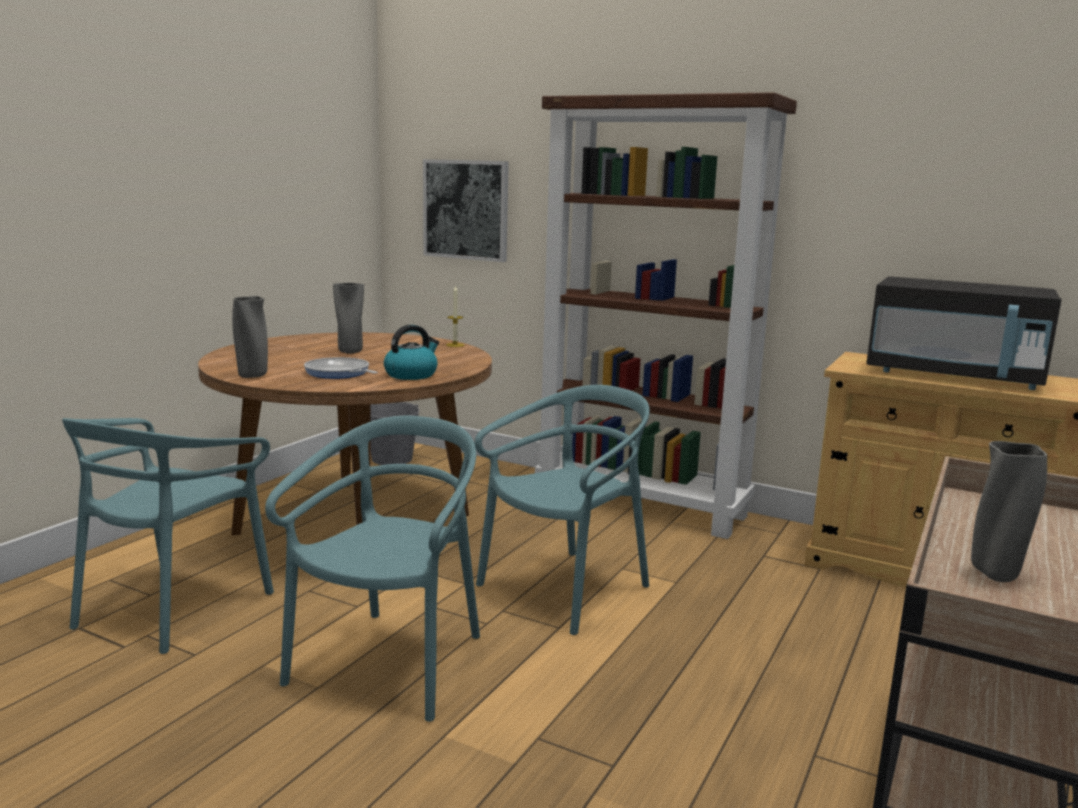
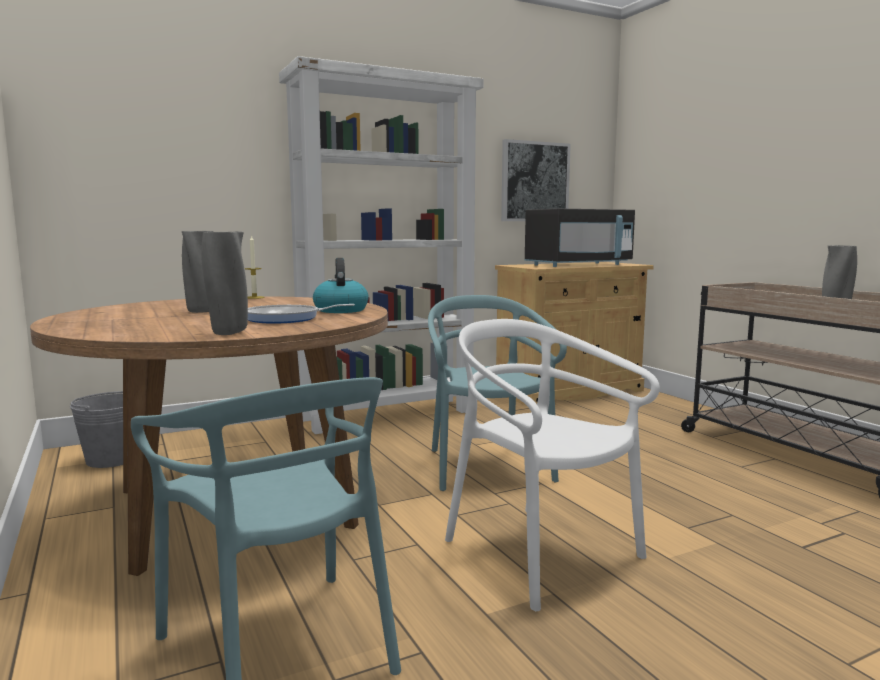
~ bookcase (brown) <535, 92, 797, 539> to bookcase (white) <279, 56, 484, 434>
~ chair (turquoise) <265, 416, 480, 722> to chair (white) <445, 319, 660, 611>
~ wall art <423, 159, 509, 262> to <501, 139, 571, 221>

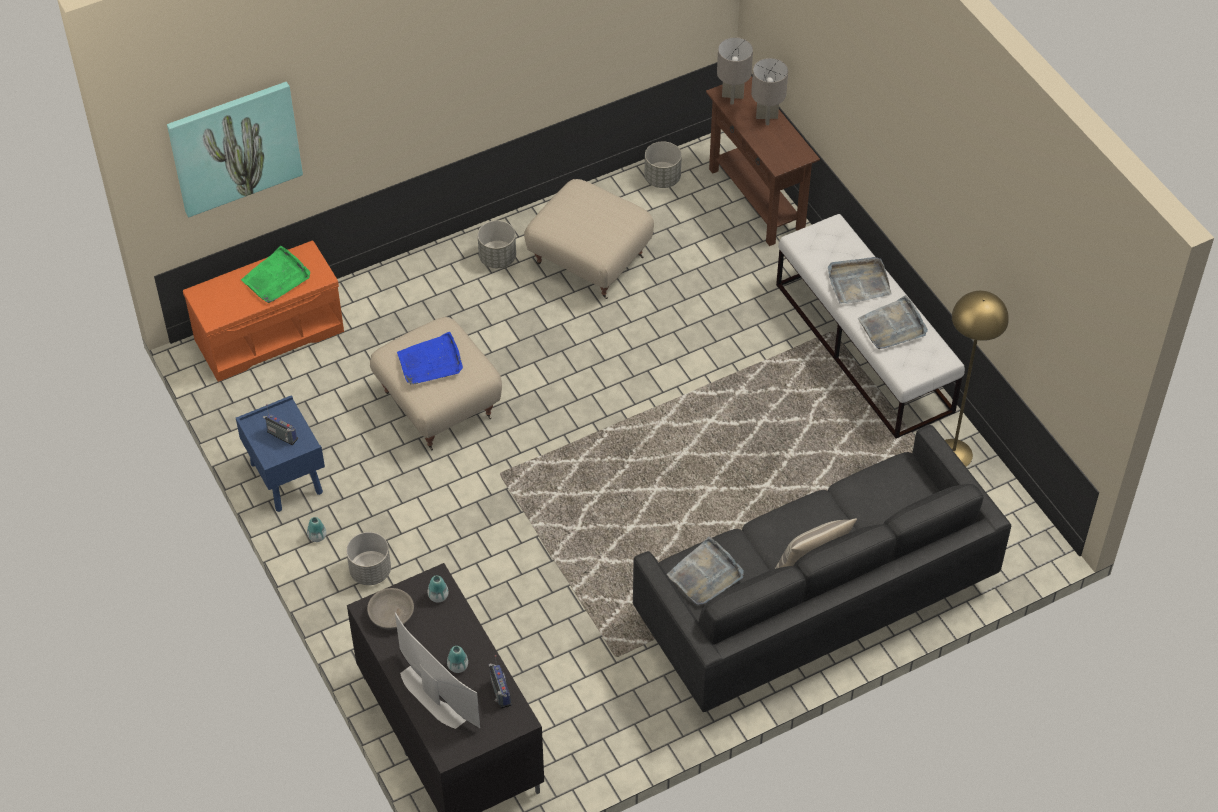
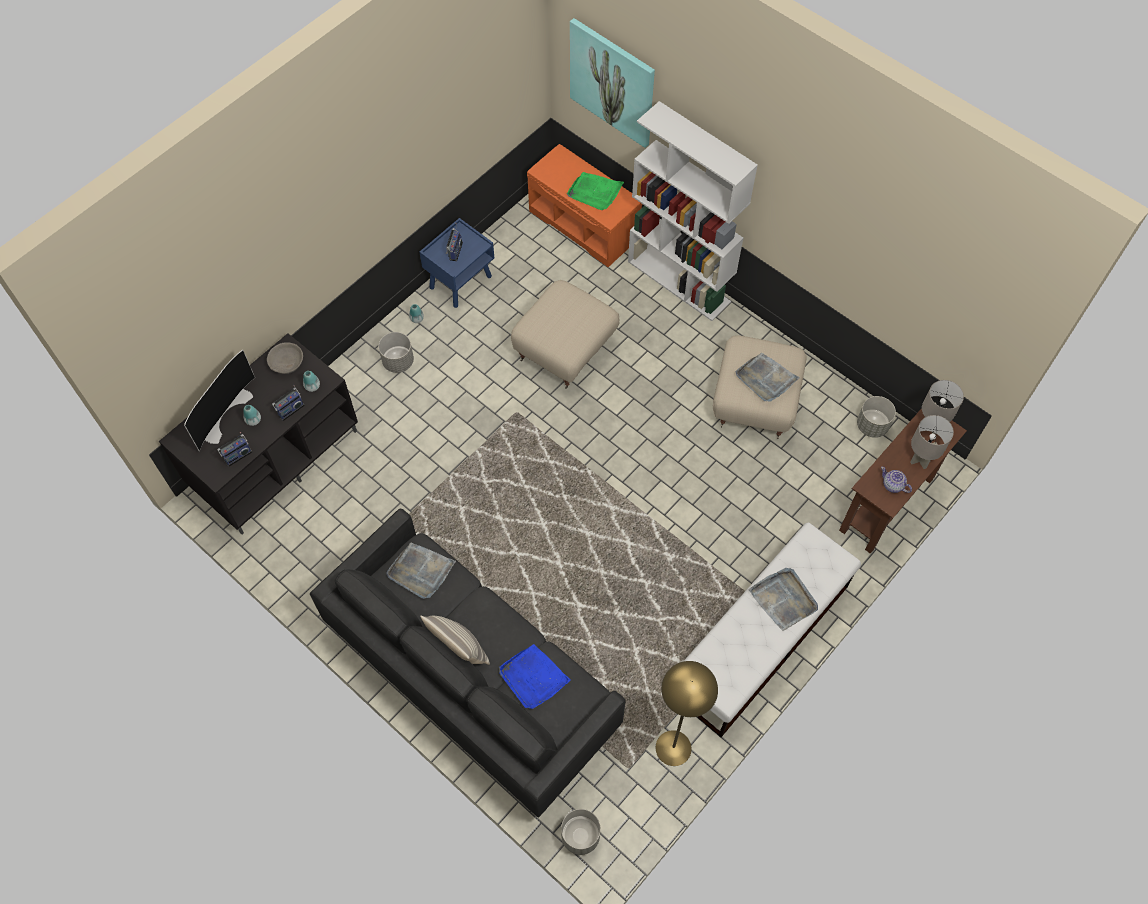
+ radio set <272, 385, 305, 421>
~ tray (blue-coloured) <397, 331, 463, 385> to <499, 644, 571, 709>
~ planter (grey) <478, 220, 516, 268> to <561, 809, 601, 855>
+ bookcase (white) <628, 101, 758, 321>
~ tray (grey) <858, 295, 928, 349> to <736, 353, 800, 401>
+ tea pot <881, 467, 912, 493>

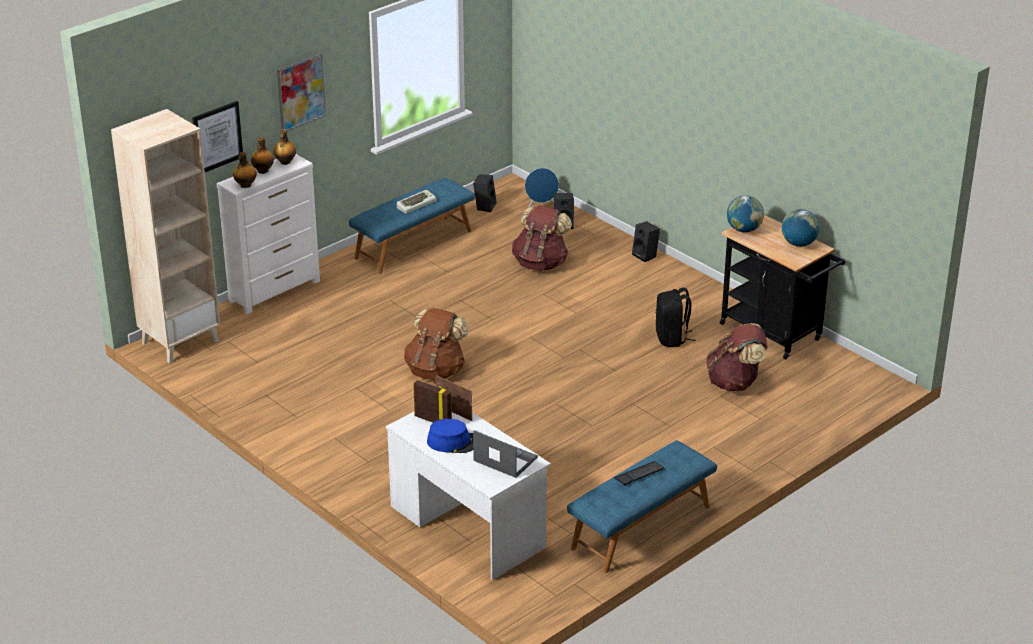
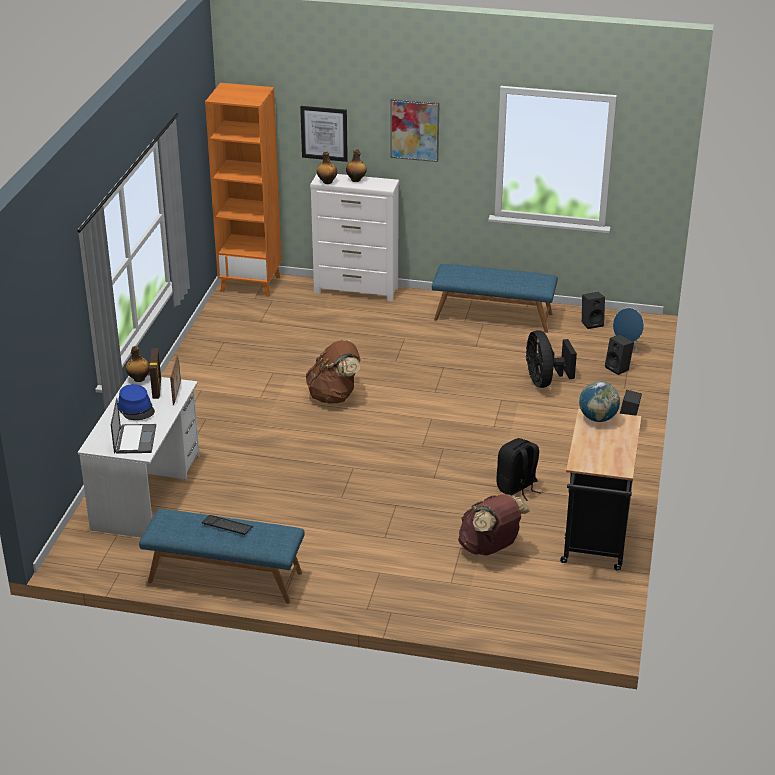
~ drink bottle <273, 129, 296, 165> to <126, 346, 150, 382>
~ bookcase (beige-coloured) <111, 109, 220, 364> to bookcase (orange-coloured) <205, 83, 282, 297>
~ backpack (brown) <512, 205, 572, 271> to cooling fan (blackish) <526, 330, 577, 388>
- keyboard <397, 190, 436, 214>
- desk globe <782, 209, 819, 247>

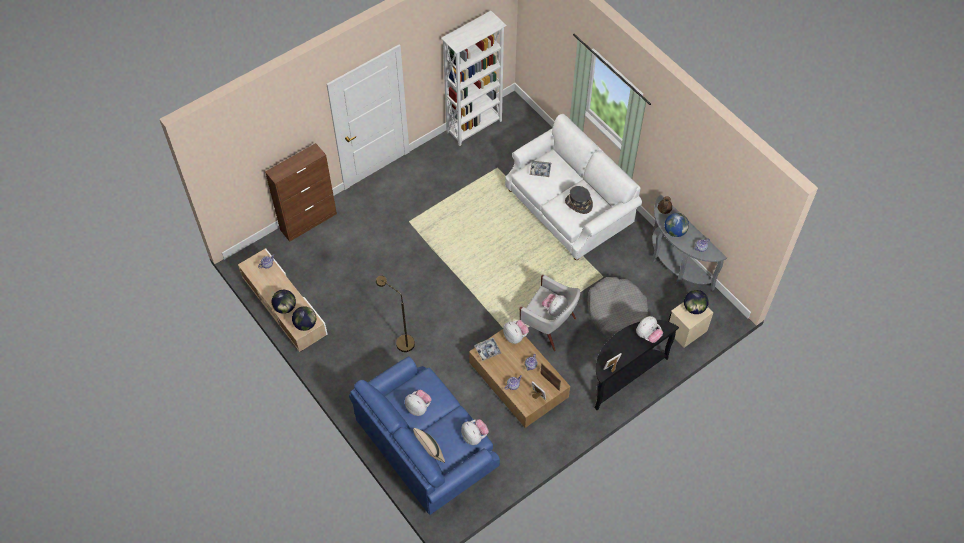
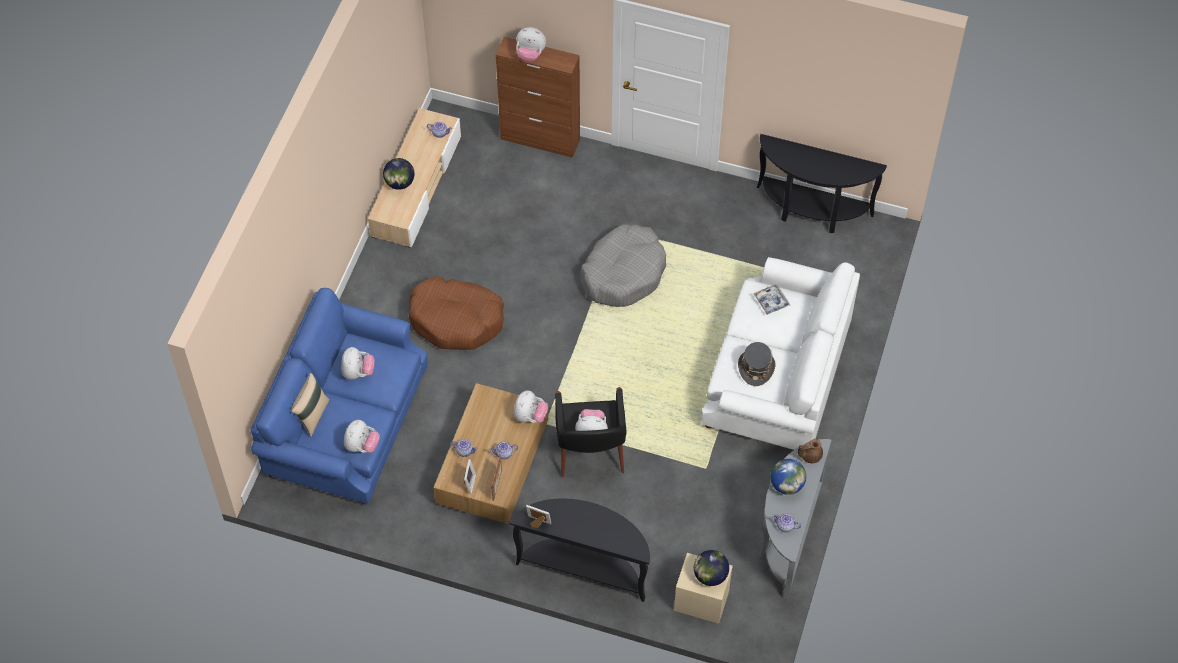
~ standard lamp (brown) <376, 276, 415, 352> to pet bed (brown) <408, 276, 504, 350>
~ soft toy <636, 316, 663, 343> to <516, 27, 546, 62>
~ lounge chair (white) <520, 275, 580, 351> to lounge chair (blackish) <555, 387, 627, 477>
~ pet bed (grey) <587, 277, 648, 340> to <580, 224, 666, 307>
~ bookcase (white) <441, 11, 507, 146> to narrow table (blackish) <757, 134, 887, 233>
- desk globe <292, 306, 316, 331>
- tray <474, 338, 502, 361>

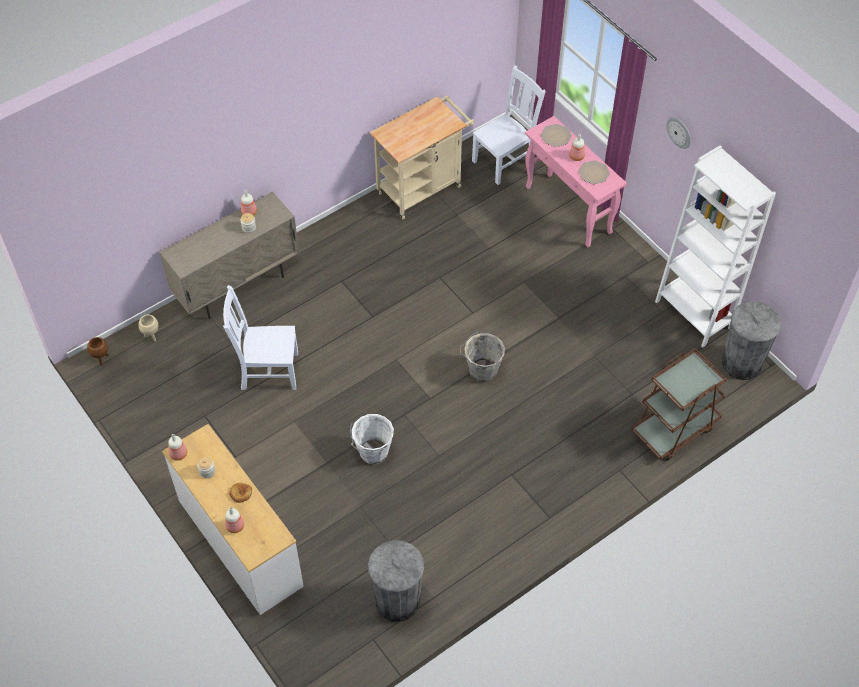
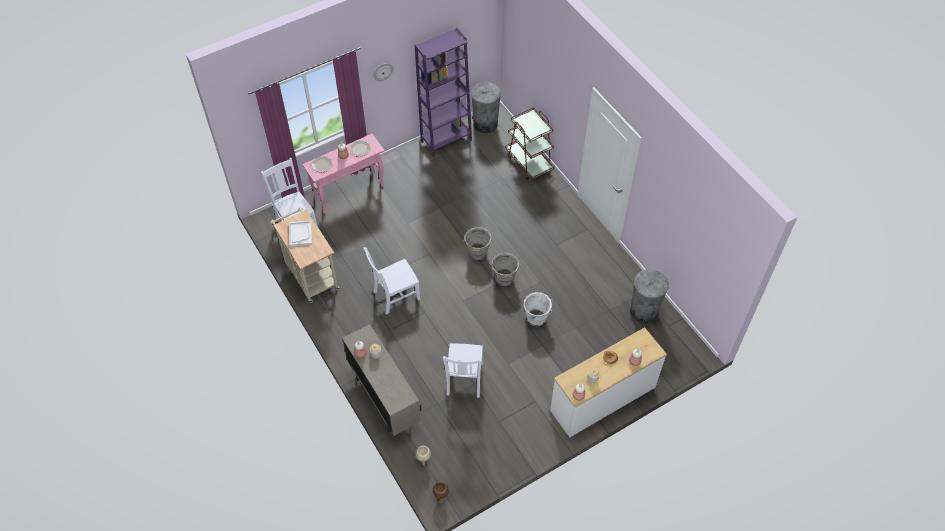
+ tray (white) <289, 221, 312, 246>
+ chair (white) <363, 247, 420, 314>
~ bookcase (white) <655, 145, 776, 348> to bookcase (purplish) <415, 27, 472, 158>
+ water bucket (grey) <491, 253, 520, 286>

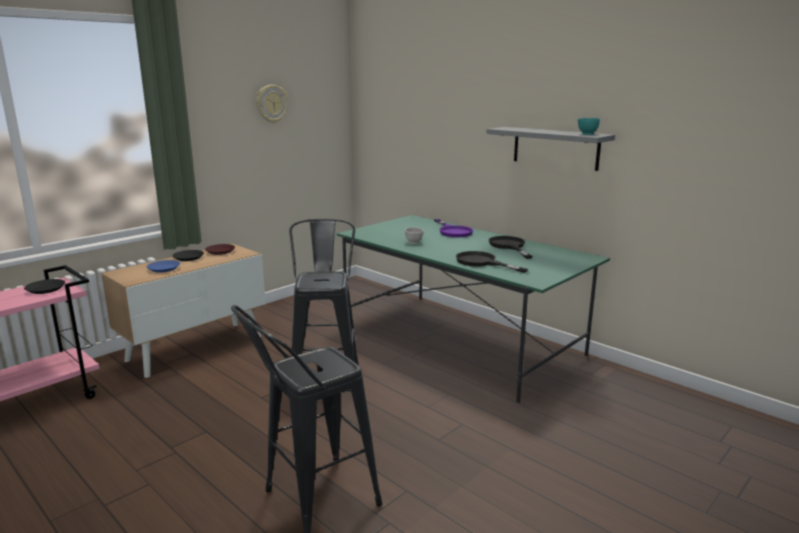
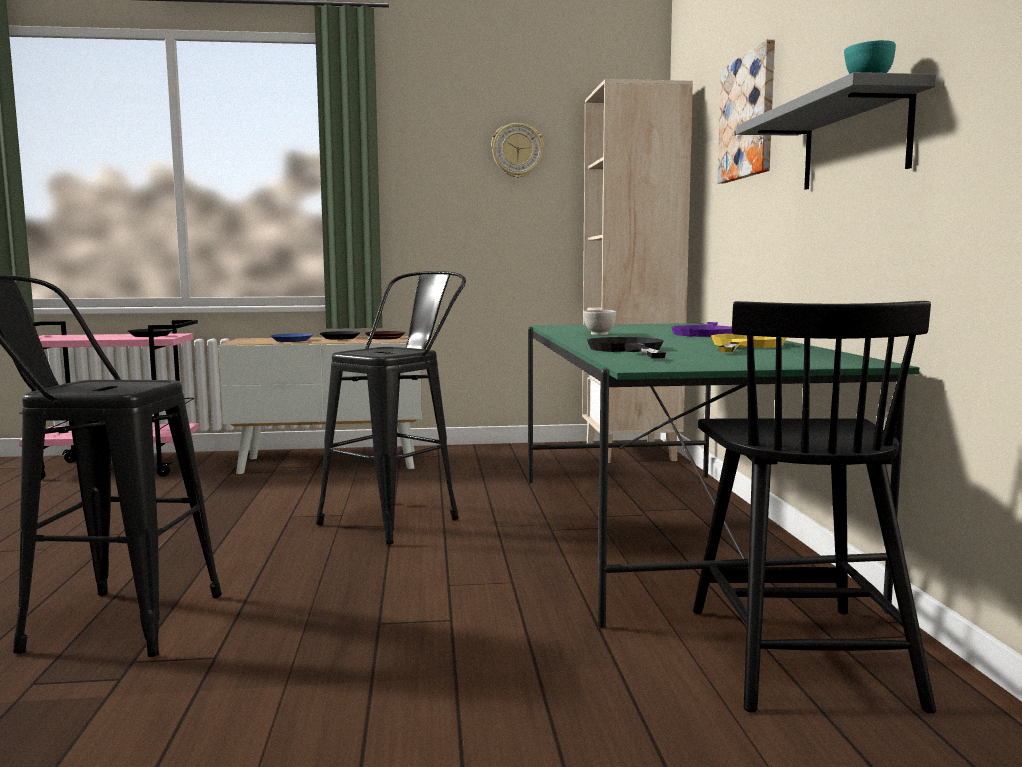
+ bookcase (beige-coloured) <582, 79, 693, 463>
+ chair (blackish) <693, 301, 936, 714>
~ skillet (blackish) <489, 236, 533, 259> to skillet (yellowish) <711, 334, 786, 352>
+ wall art <717, 39, 775, 183>

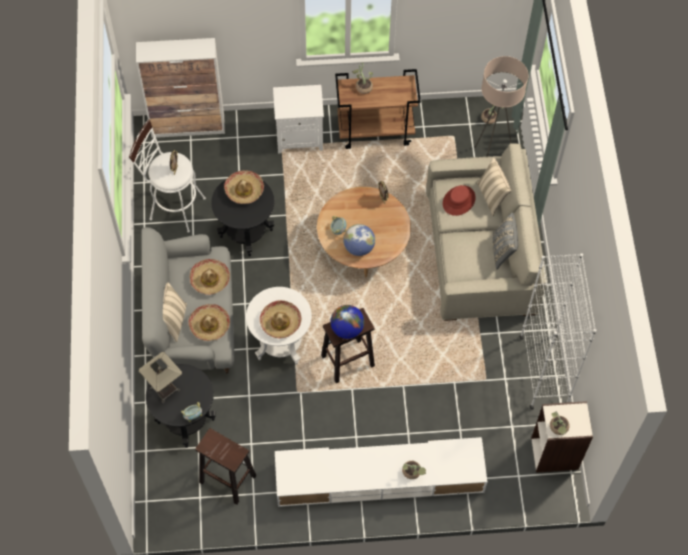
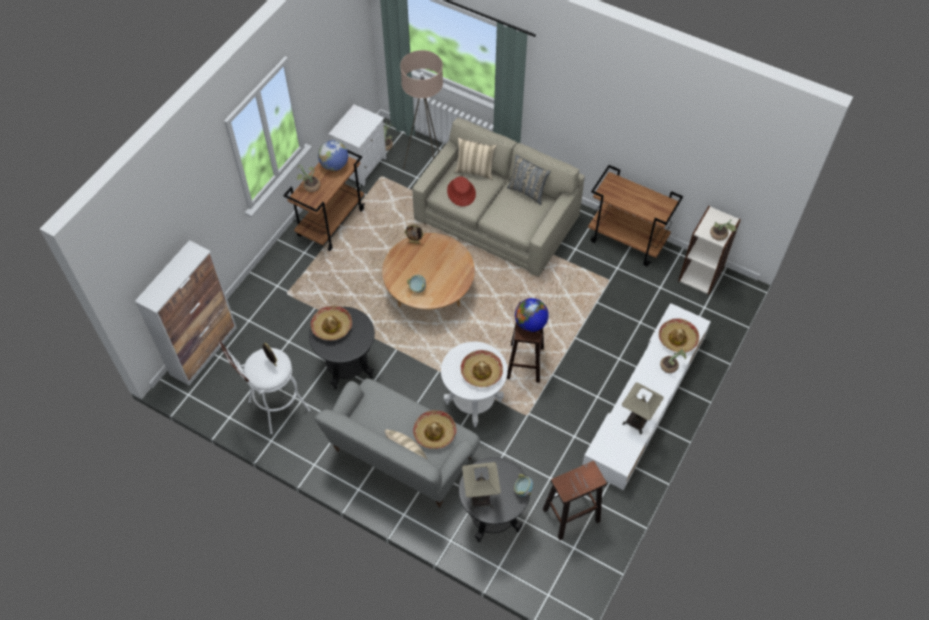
~ desk globe <343, 224, 375, 256> to <318, 140, 348, 171>
~ bedside table (white) <273, 85, 324, 153> to <329, 105, 386, 186>
~ bookcase (white) <520, 253, 596, 409> to wheeled cart (brown) <588, 165, 683, 266>
+ tabletop lamp <622, 382, 664, 434>
~ clothing hat <190, 259, 230, 295> to <659, 319, 699, 352>

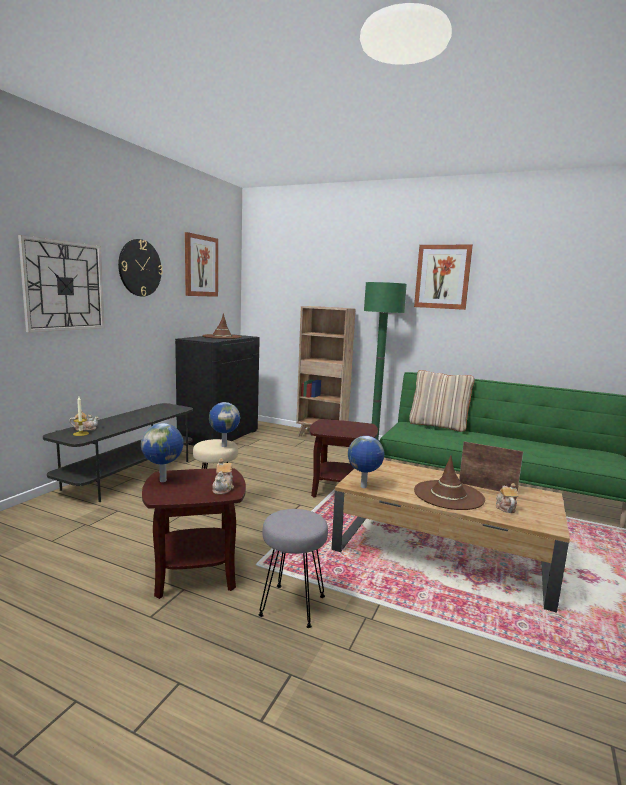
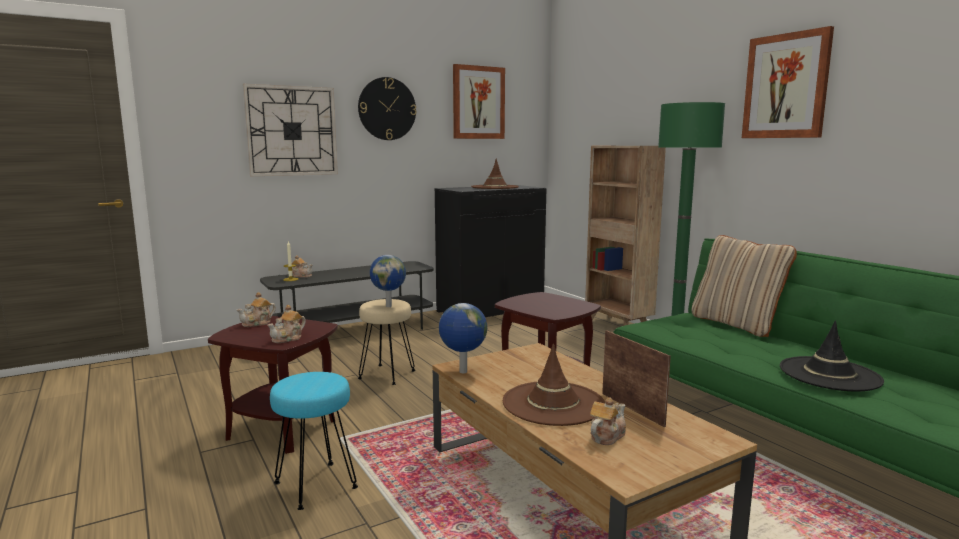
~ desk globe <141, 423, 184, 482> to tea pot <237, 292, 276, 327>
~ stool (grey) <259, 509, 328, 628> to stool (turquoise) <270, 372, 358, 510>
+ clothing hat (blackish) <780, 321, 884, 392>

